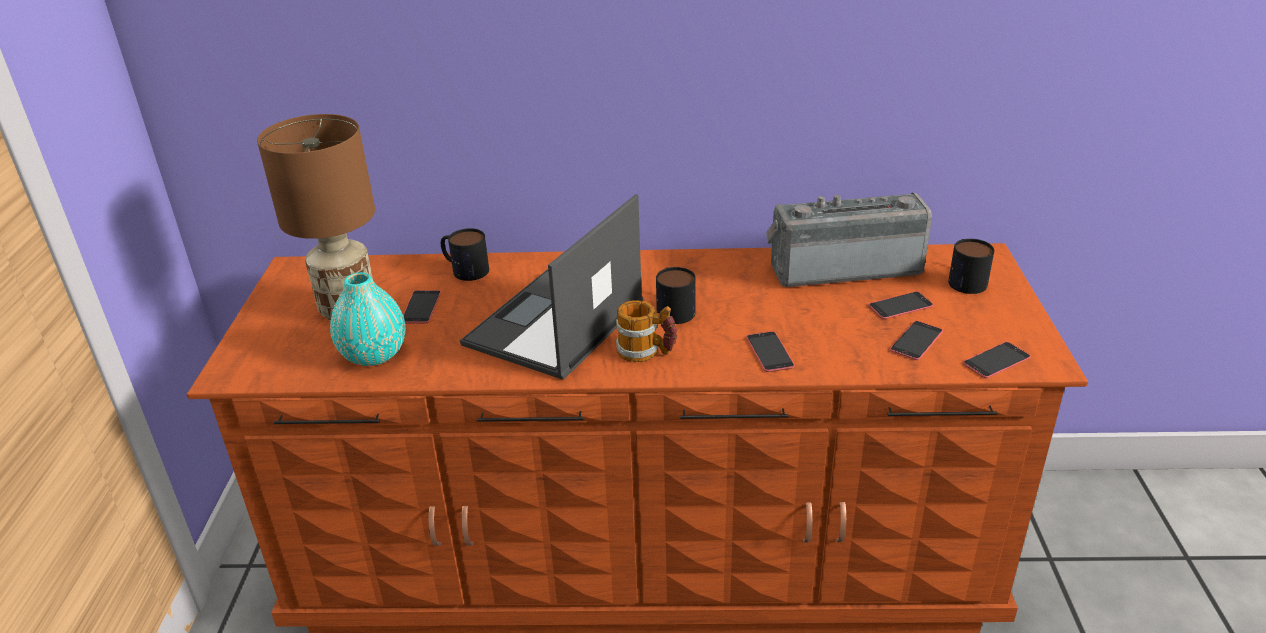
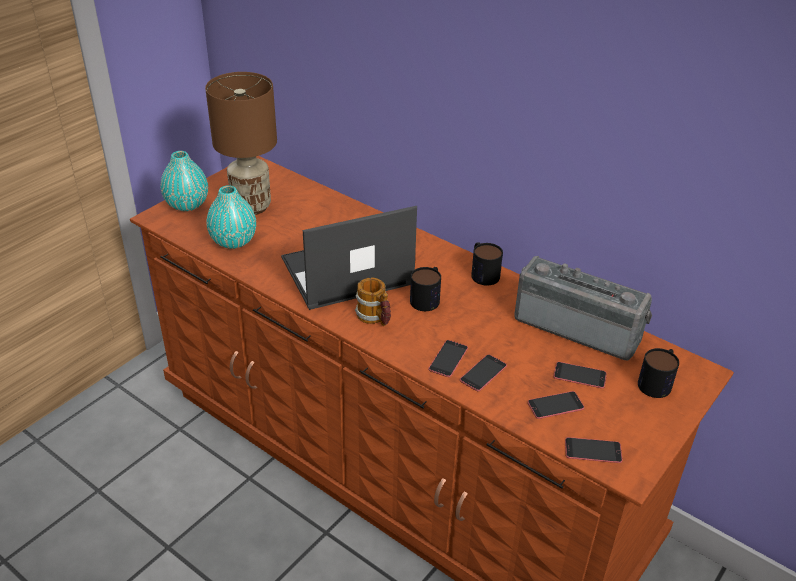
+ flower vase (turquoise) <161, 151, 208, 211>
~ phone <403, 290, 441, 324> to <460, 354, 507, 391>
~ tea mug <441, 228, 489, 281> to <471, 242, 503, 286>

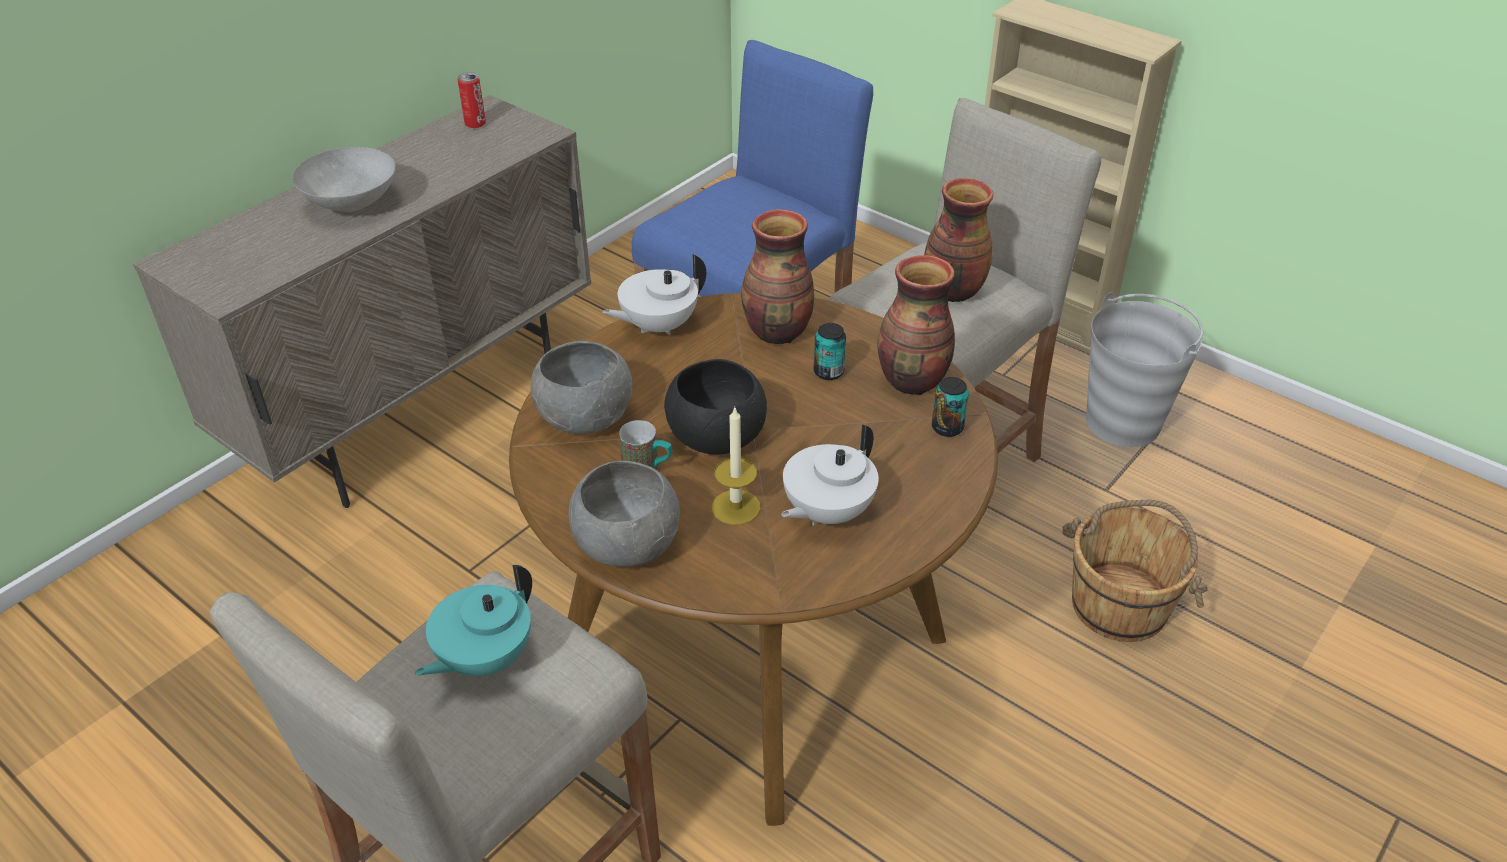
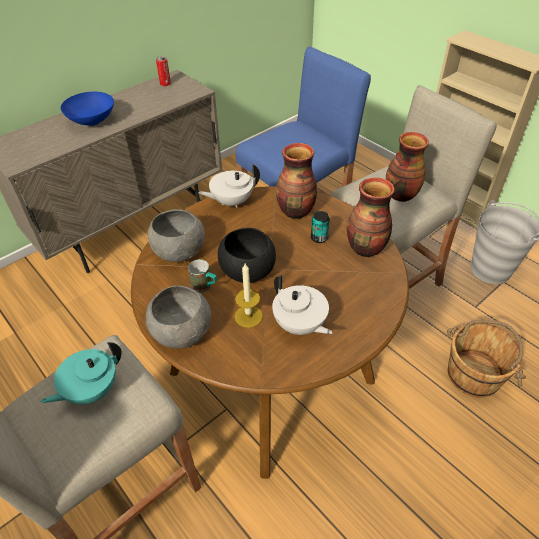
~ serving bowl (grey) <293, 147, 396, 212> to serving bowl (blue-coloured) <61, 92, 114, 126>
~ tea pot (white) <781, 424, 879, 525> = <272, 275, 332, 335> 90 degrees counterclockwise
- metal can <932, 377, 969, 437>

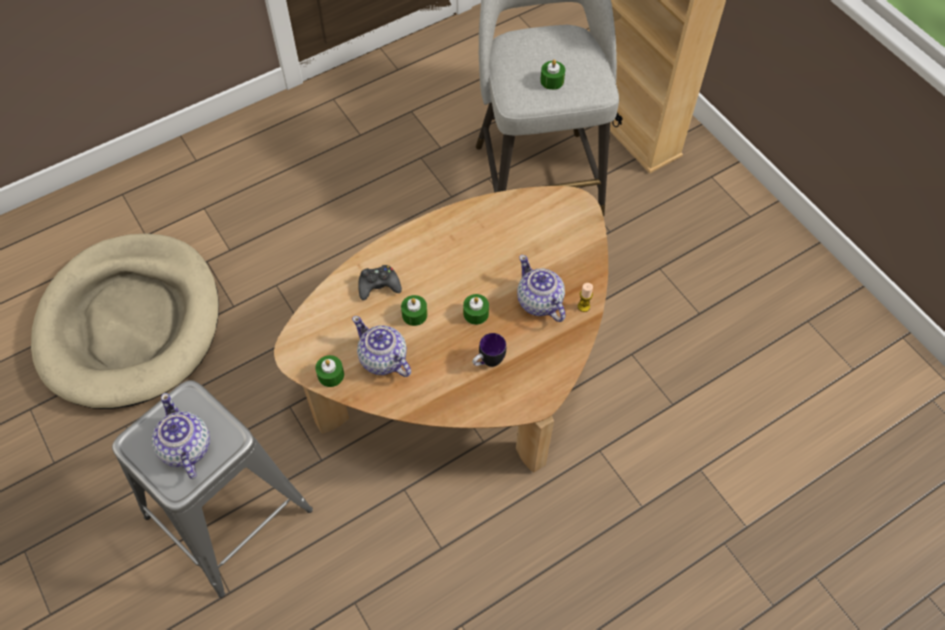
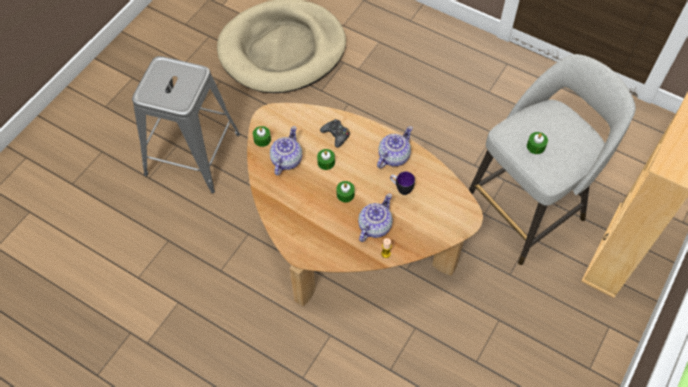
~ tea pot <152, 393, 210, 479> to <377, 126, 413, 168>
~ tea mug <472, 333, 506, 367> to <390, 171, 415, 195>

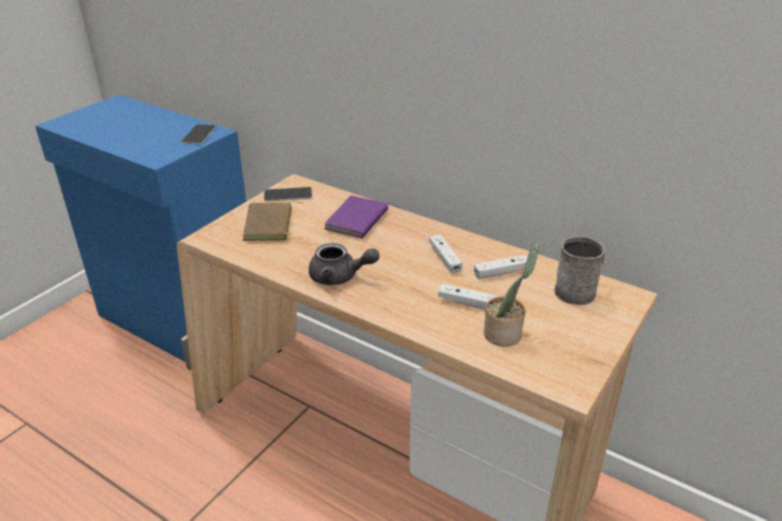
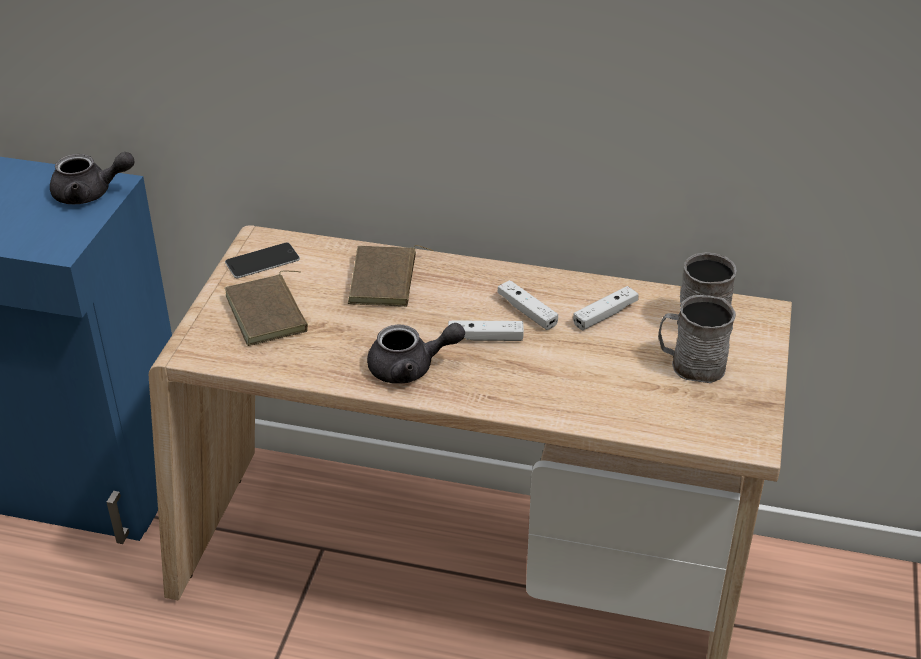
~ phone <181, 124, 216, 145> to tea pot (grey) <50, 152, 135, 204>
~ book (purplish) <324, 196, 400, 239> to book (brown) <348, 245, 434, 307>
~ game controller (white) <438, 284, 499, 310> to <448, 320, 524, 341>
+ tea mug (grey) <658, 295, 736, 383>
- plant in a pot <484, 242, 539, 346>

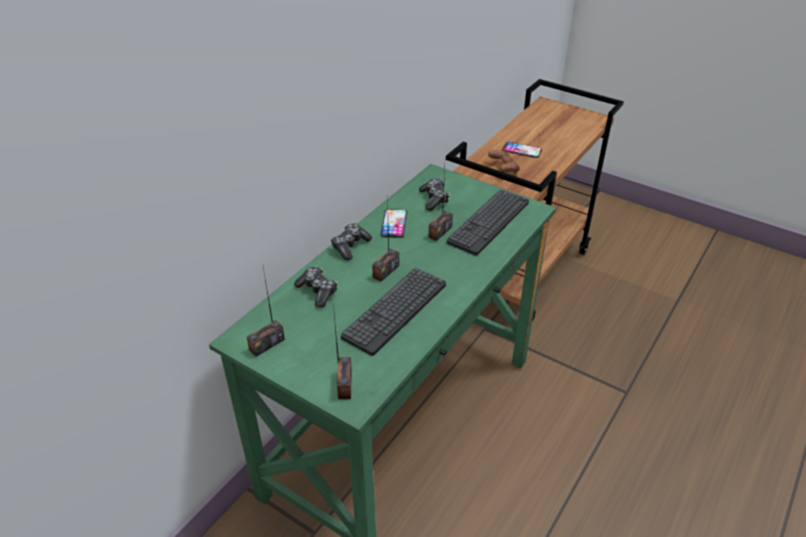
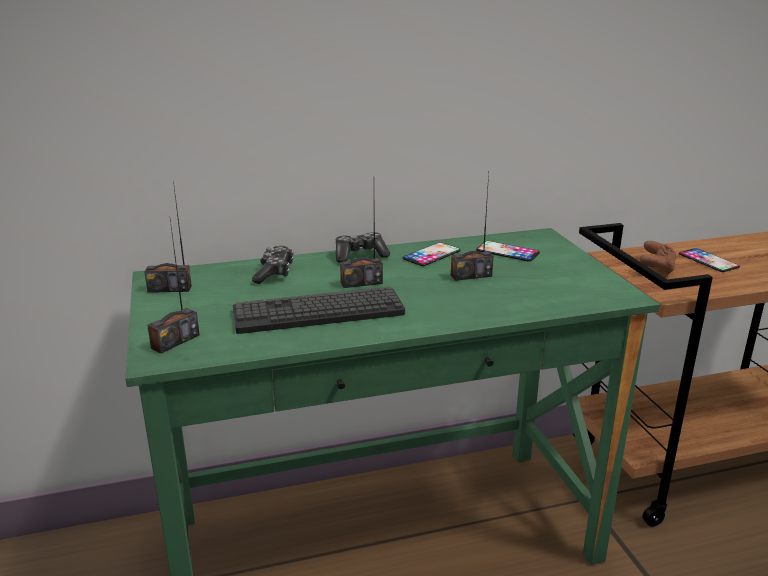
~ game controller <419, 178, 449, 211> to phone <476, 241, 540, 262>
- keyboard <447, 189, 529, 256>

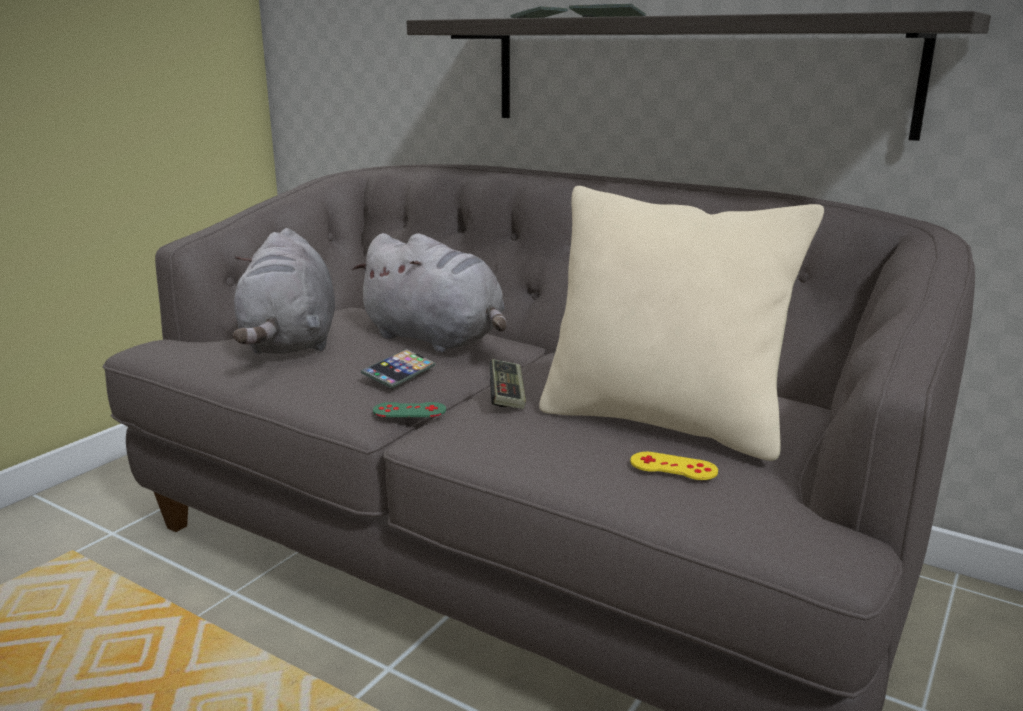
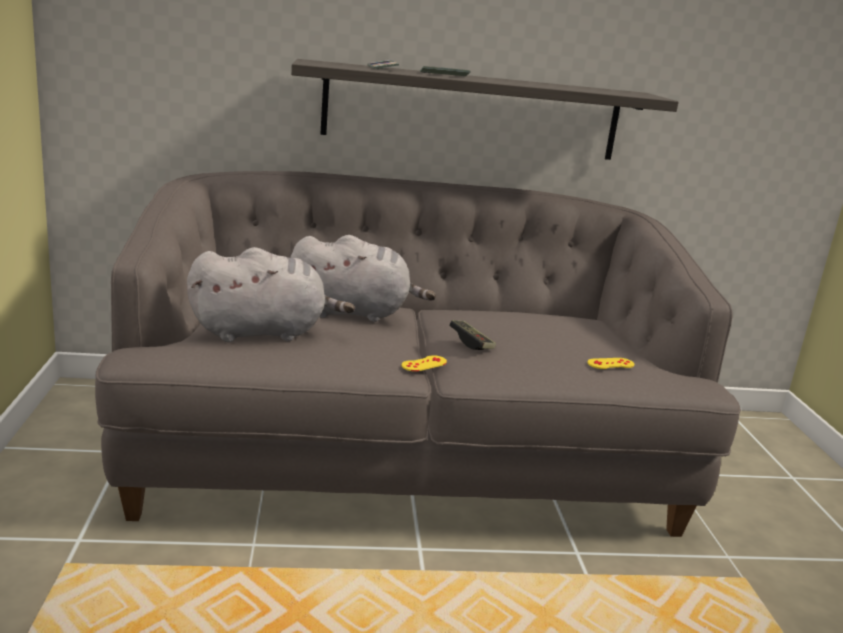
~ soft toy (grey) <232, 228, 335, 354> = <187, 247, 355, 342> 60 degrees counterclockwise
~ game controller (greenish) <373, 402, 446, 417> to game controller (yellowish) <402, 355, 447, 372>
- phone <361, 349, 436, 389>
- throw pillow (beige-coloured) <539, 186, 824, 461>

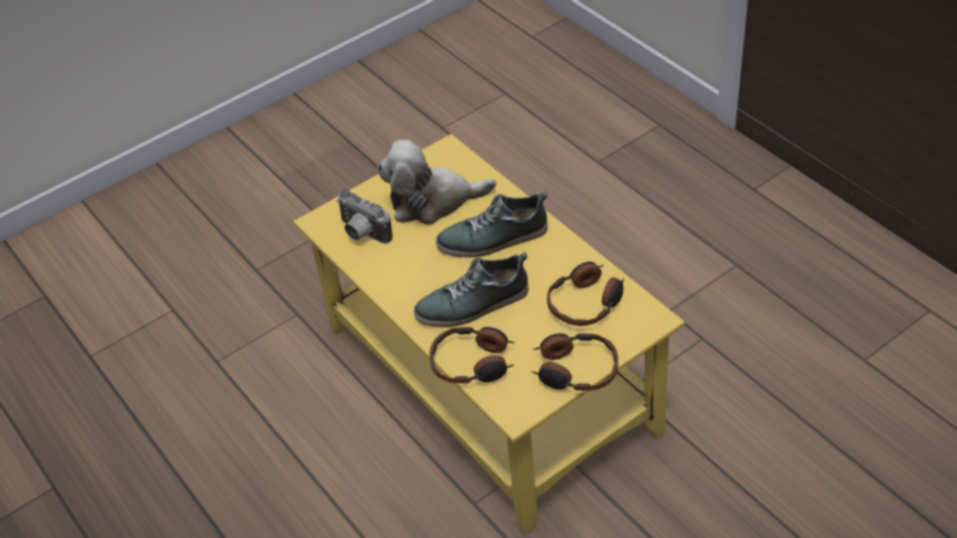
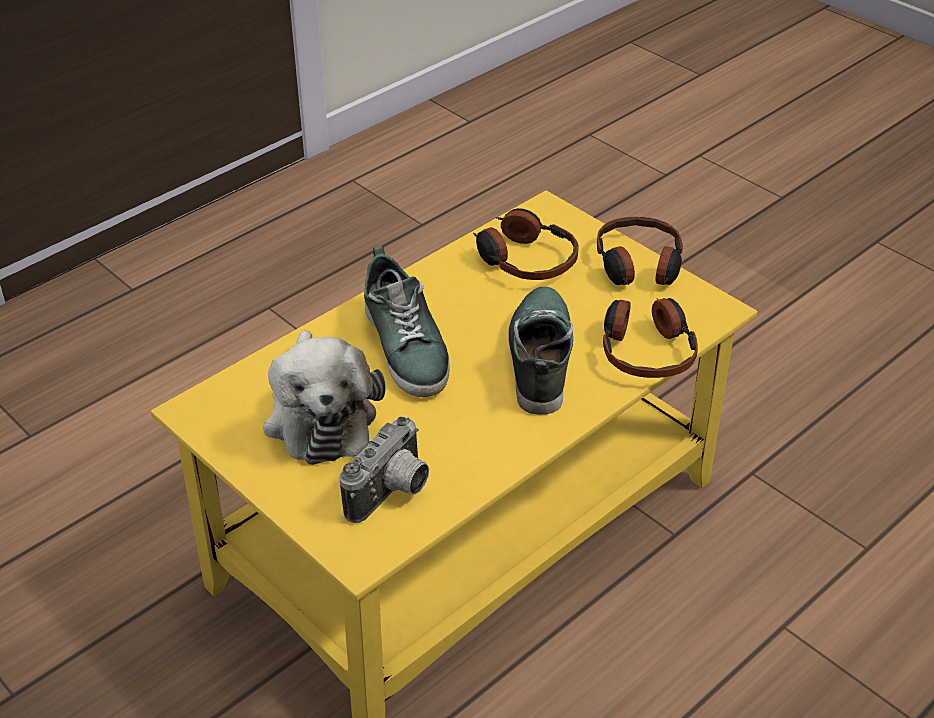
~ shoe <414, 252, 528, 327> = <508, 287, 573, 415> 150 degrees counterclockwise

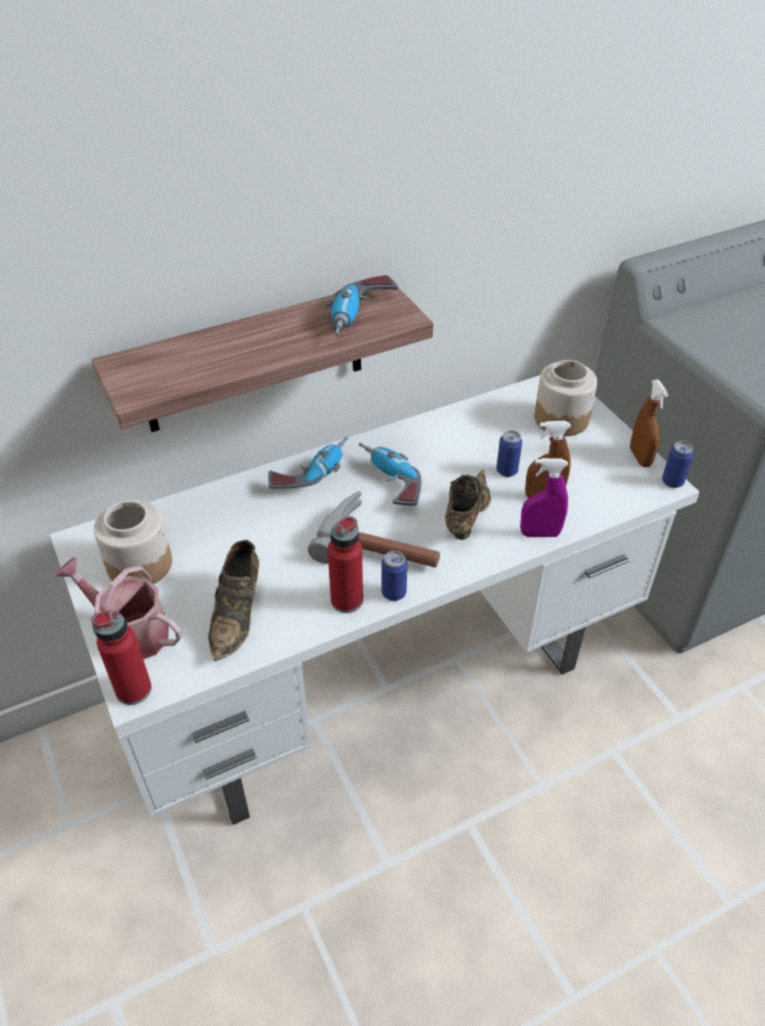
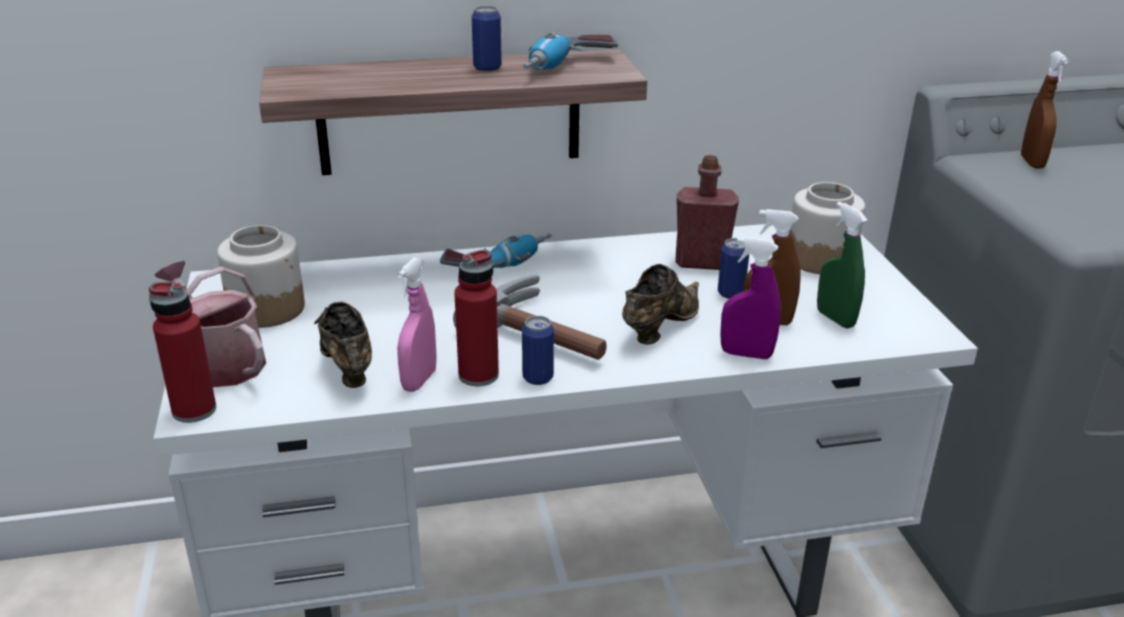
~ shoe (brown) <208, 540, 259, 661> = <314, 302, 372, 388> 135 degrees clockwise
+ spray bottle (pinkish) <397, 258, 437, 392>
~ metal can <662, 441, 694, 488> to <472, 6, 502, 72>
+ drink bottle (reddish) <675, 155, 739, 270>
+ spray bottle (greenish) <817, 201, 868, 329>
~ spray bottle (brown) <630, 380, 669, 467> to <1021, 51, 1068, 169>
- drill <359, 443, 421, 506>

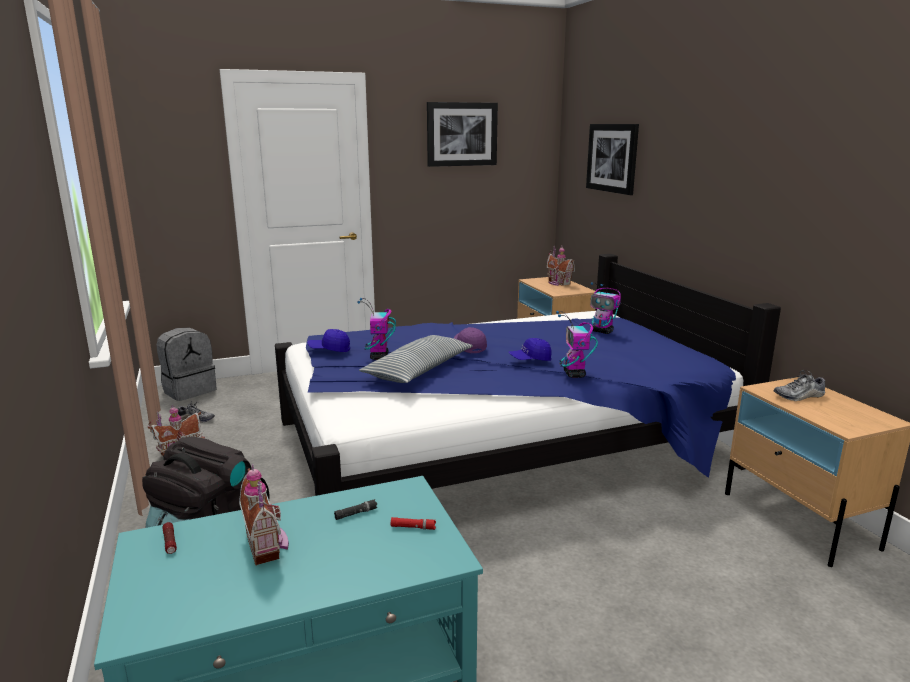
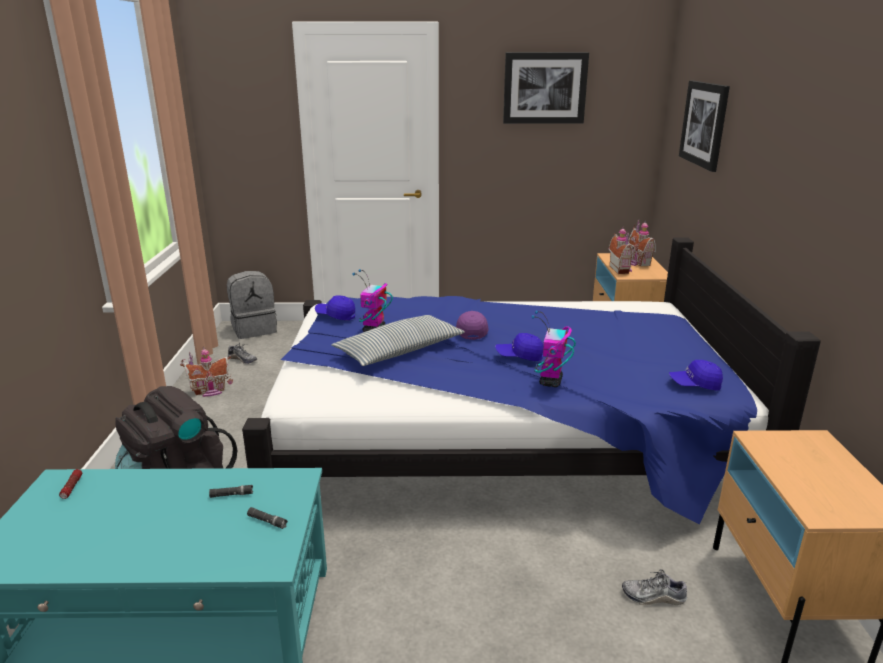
~ torch (reddish) <391, 517, 436, 530> to torch (blackish) <247, 507, 288, 529>
~ miniature house <239, 464, 289, 566> to <608, 226, 633, 274>
~ shoe <774, 370, 825, 401> to <622, 569, 687, 605>
+ cap (blue-coloured) <669, 360, 723, 390>
- model robot <590, 282, 621, 334>

